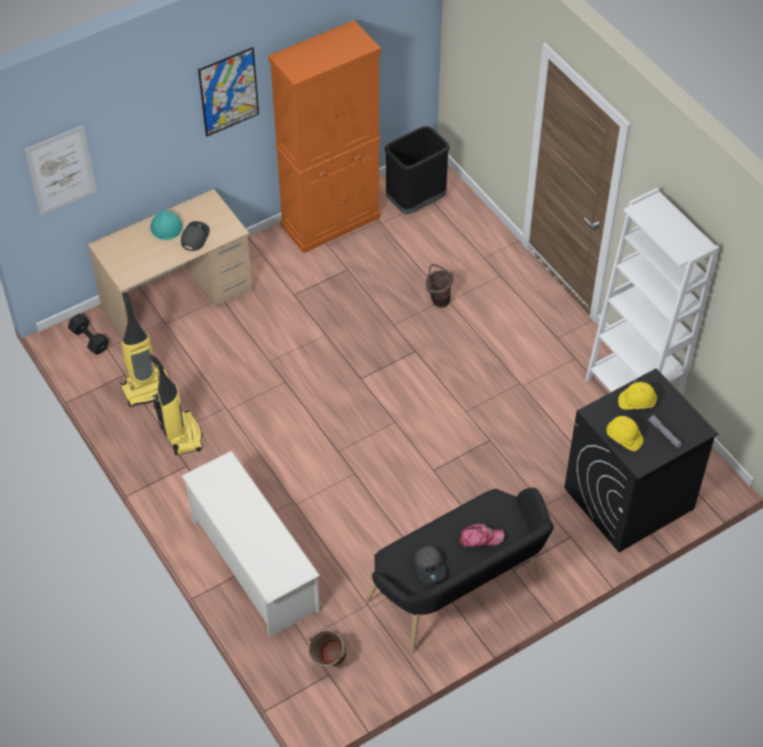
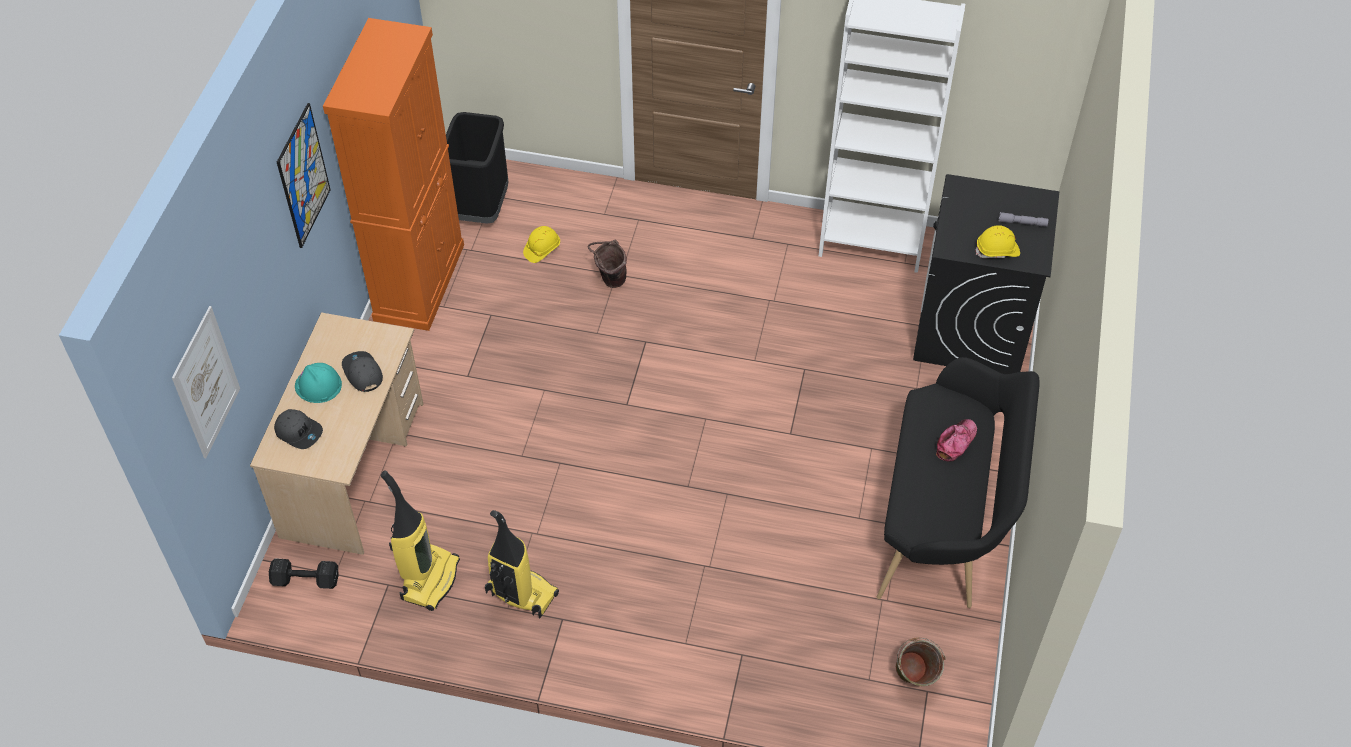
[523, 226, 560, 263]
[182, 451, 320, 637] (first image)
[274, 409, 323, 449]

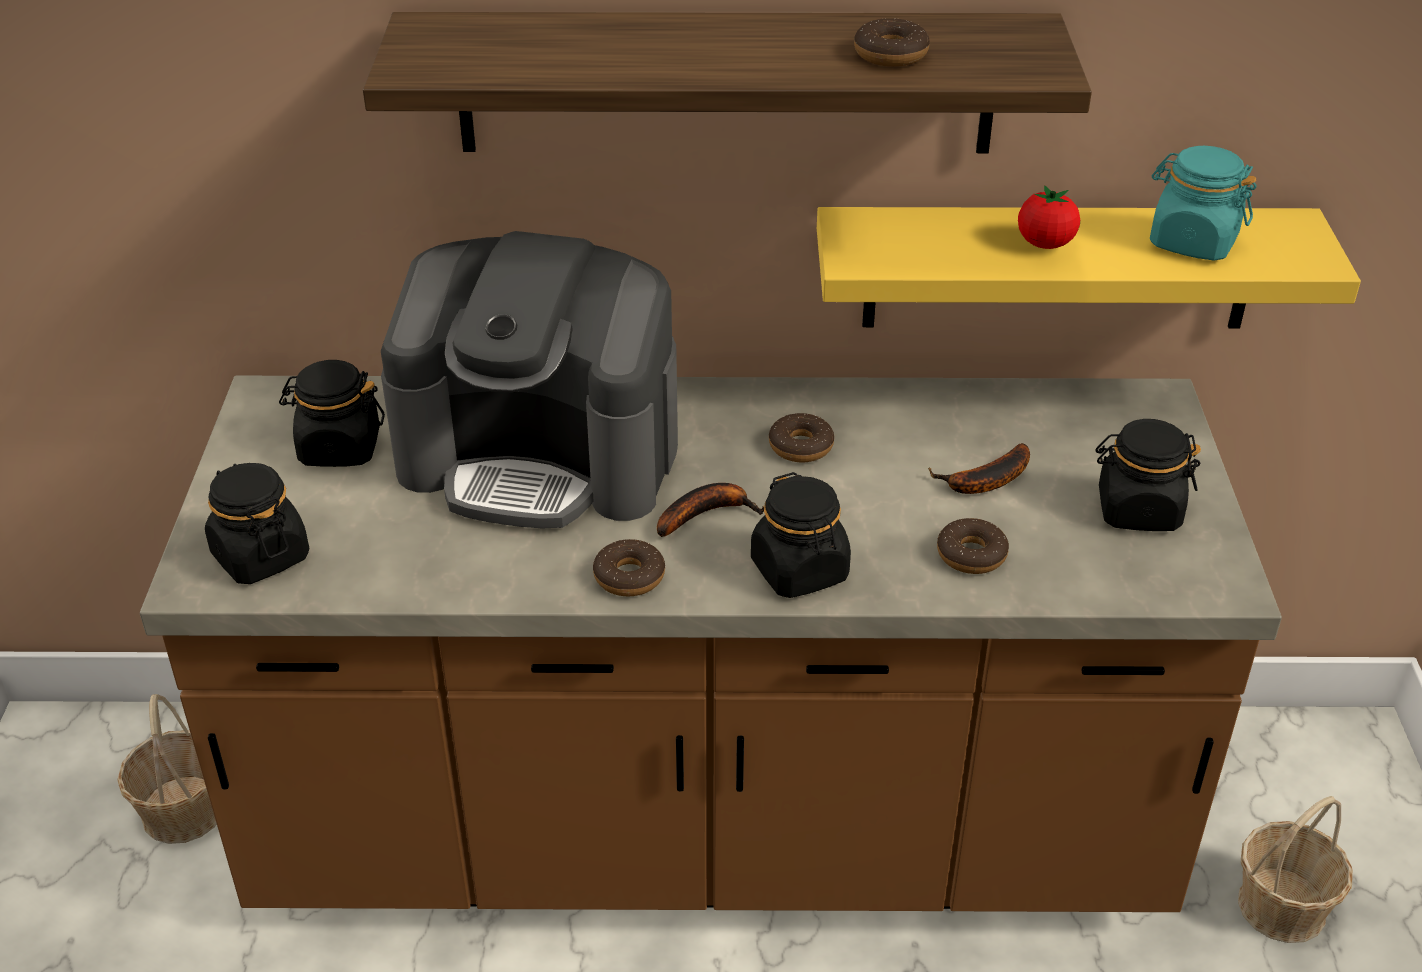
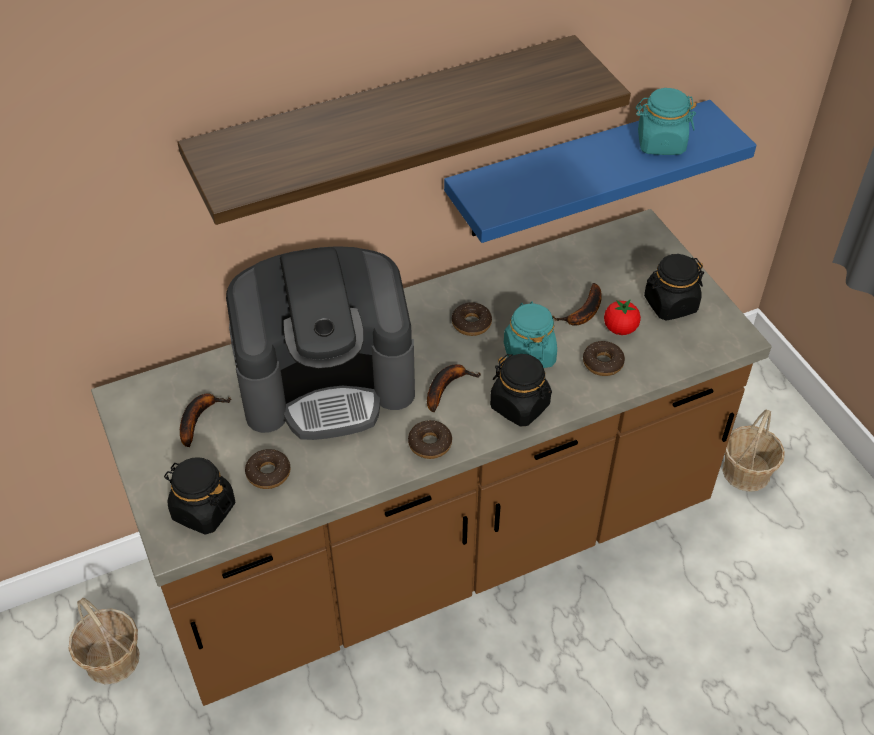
[245, 449, 291, 489]
[604, 299, 641, 335]
[444, 100, 757, 243]
[180, 393, 231, 447]
[504, 301, 557, 368]

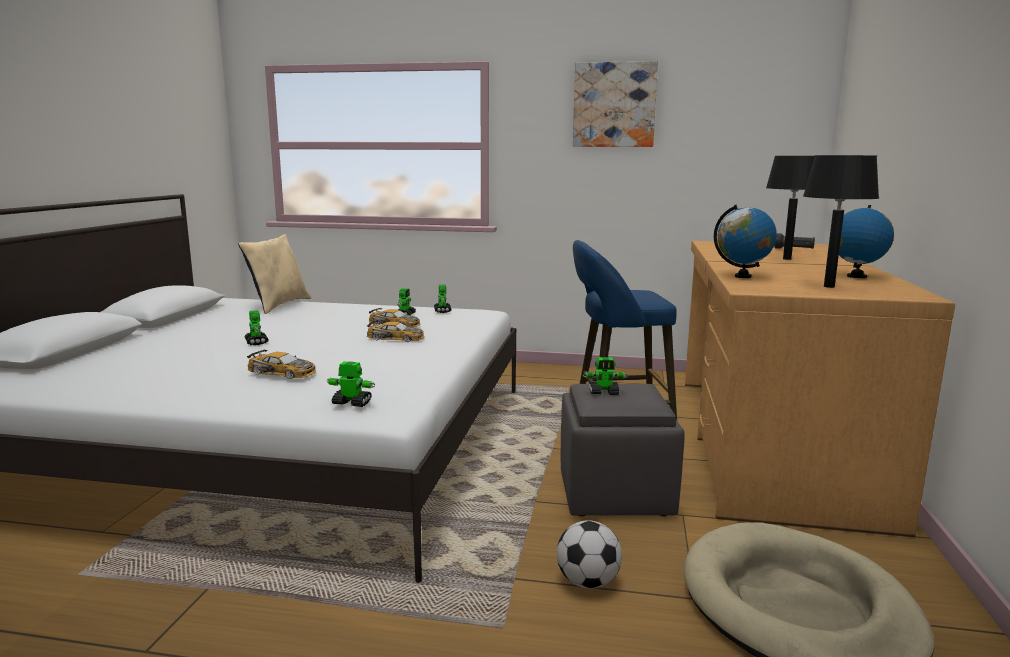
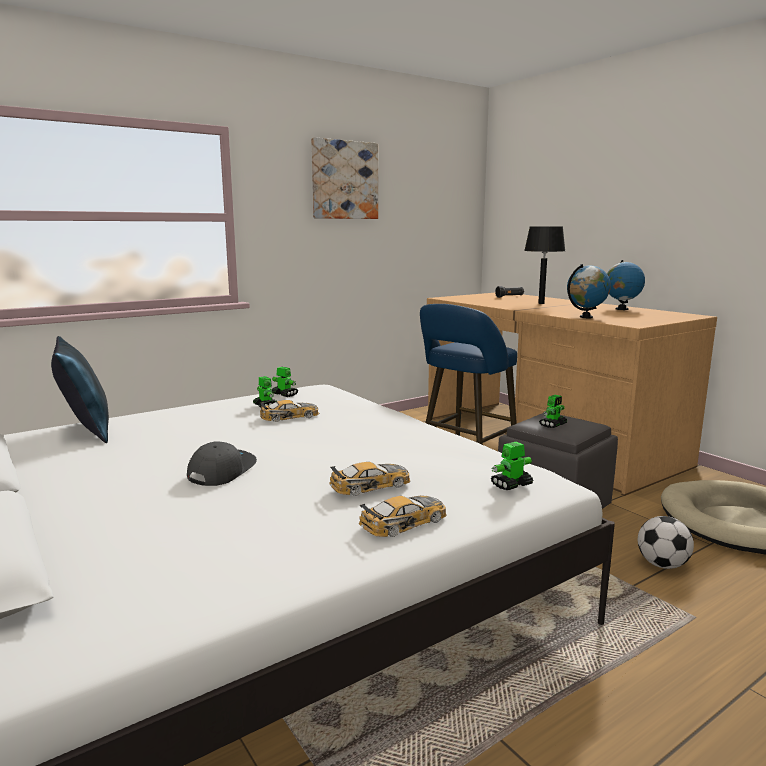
[803, 155, 879, 288] (first image)
[51, 336, 109, 443]
[187, 441, 257, 486]
[359, 496, 447, 537]

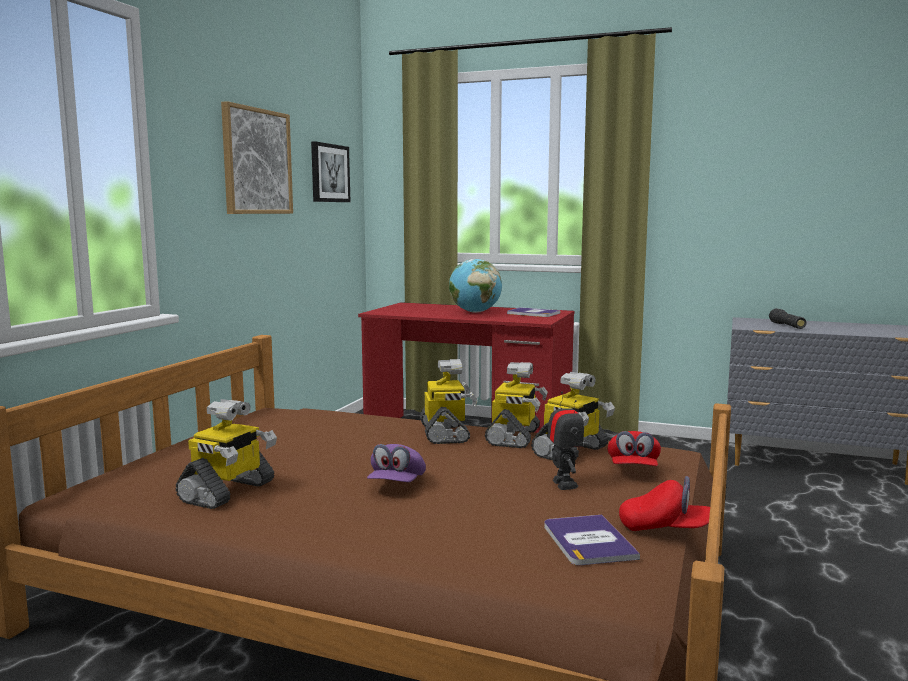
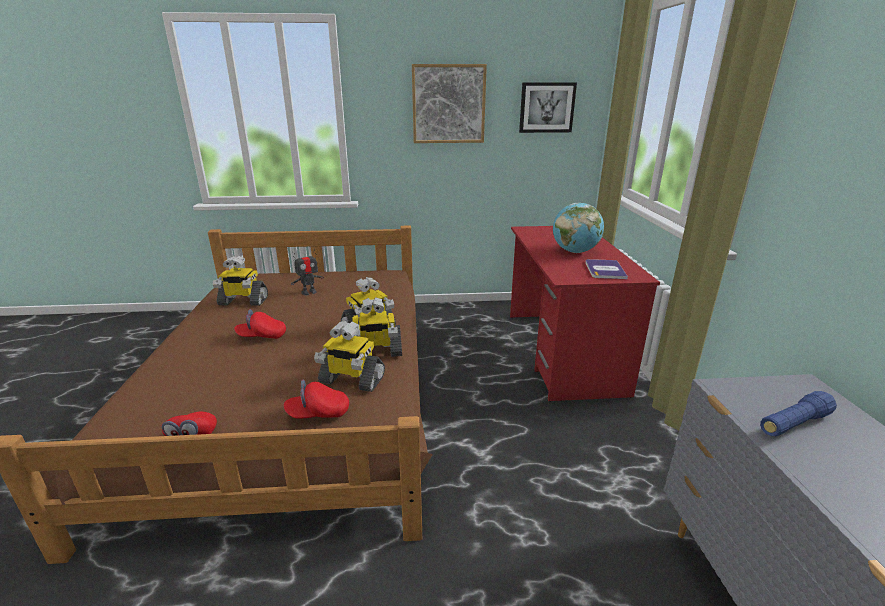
[760, 391, 837, 436]
[291, 251, 324, 295]
[234, 309, 286, 339]
[544, 514, 640, 565] (first image)

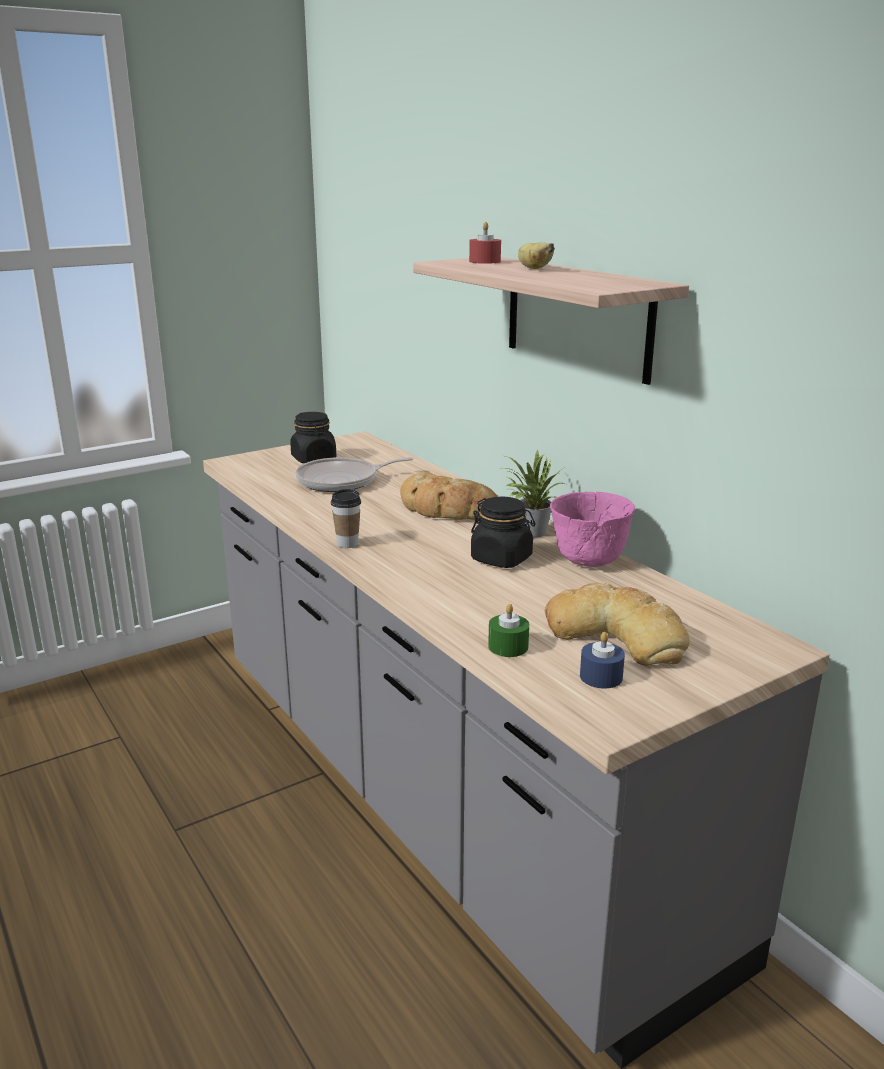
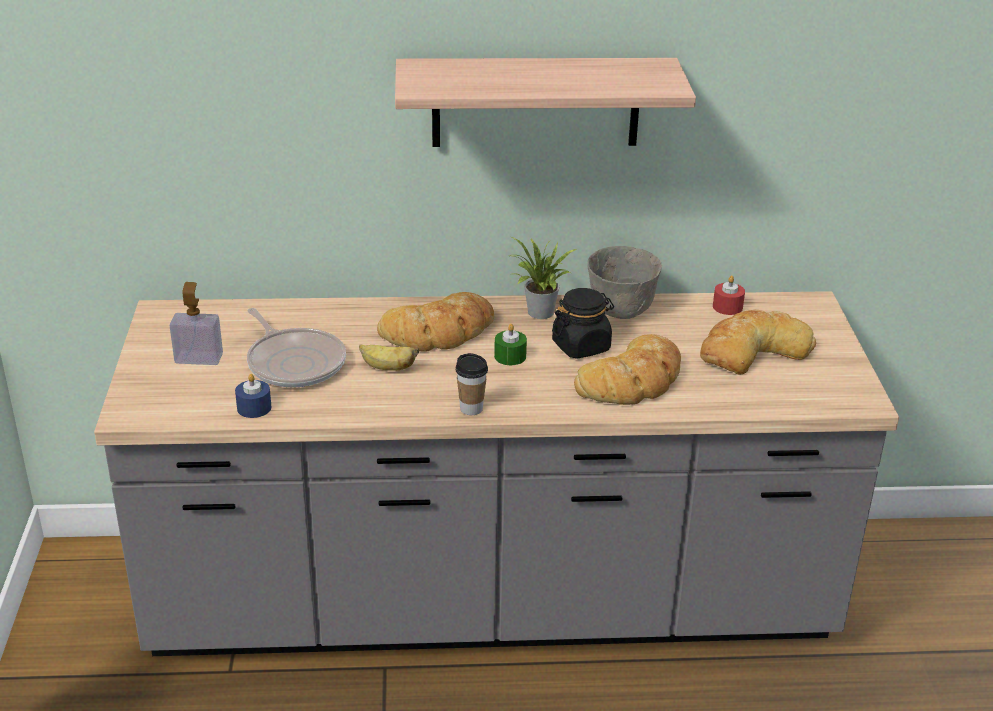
[713, 276, 745, 315]
[359, 344, 419, 371]
[170, 282, 223, 365]
[247, 308, 346, 388]
[587, 246, 662, 319]
[494, 324, 527, 365]
[235, 374, 271, 418]
[574, 334, 681, 405]

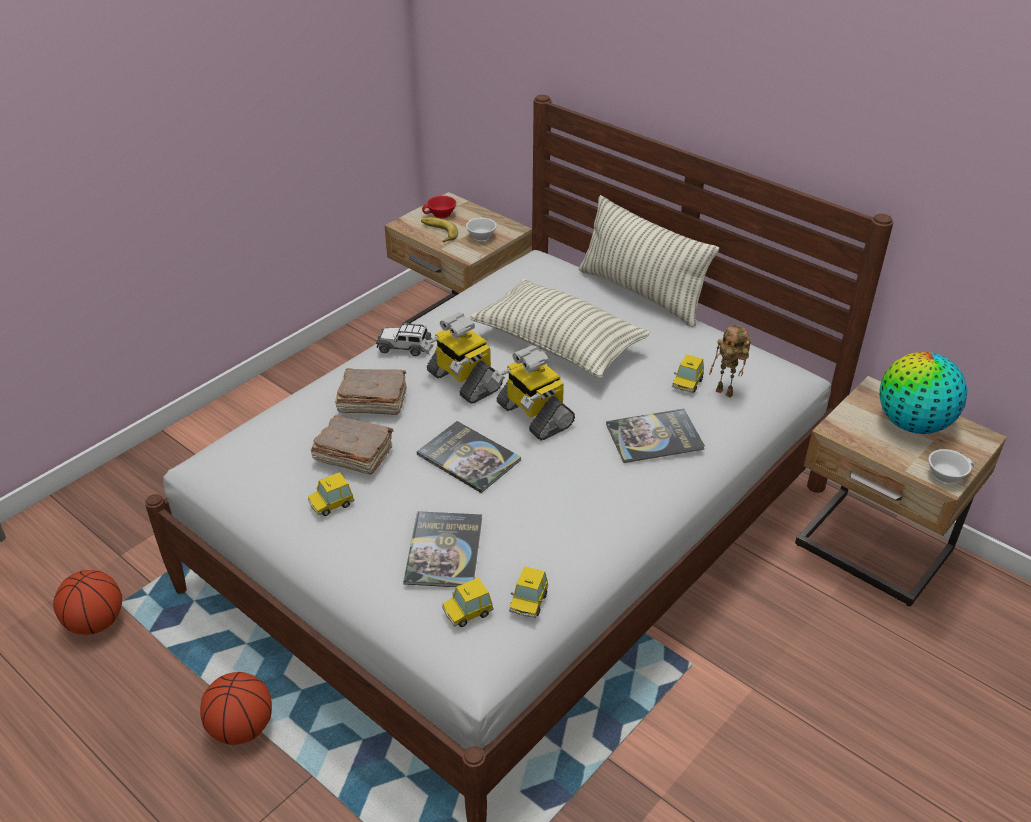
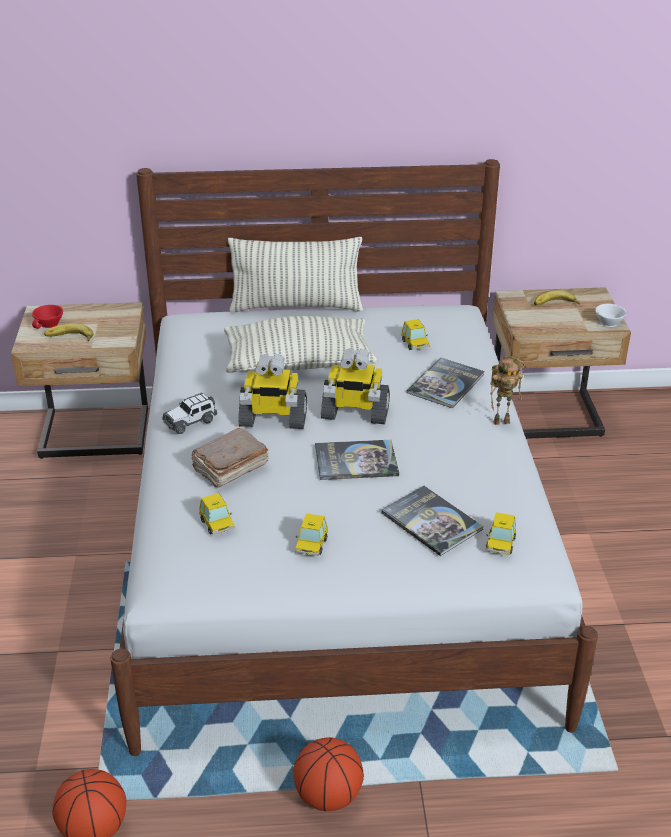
[466, 218, 497, 241] (first image)
[490, 356, 525, 425]
[534, 290, 580, 306]
[311, 415, 393, 474] (first image)
[199, 493, 235, 535]

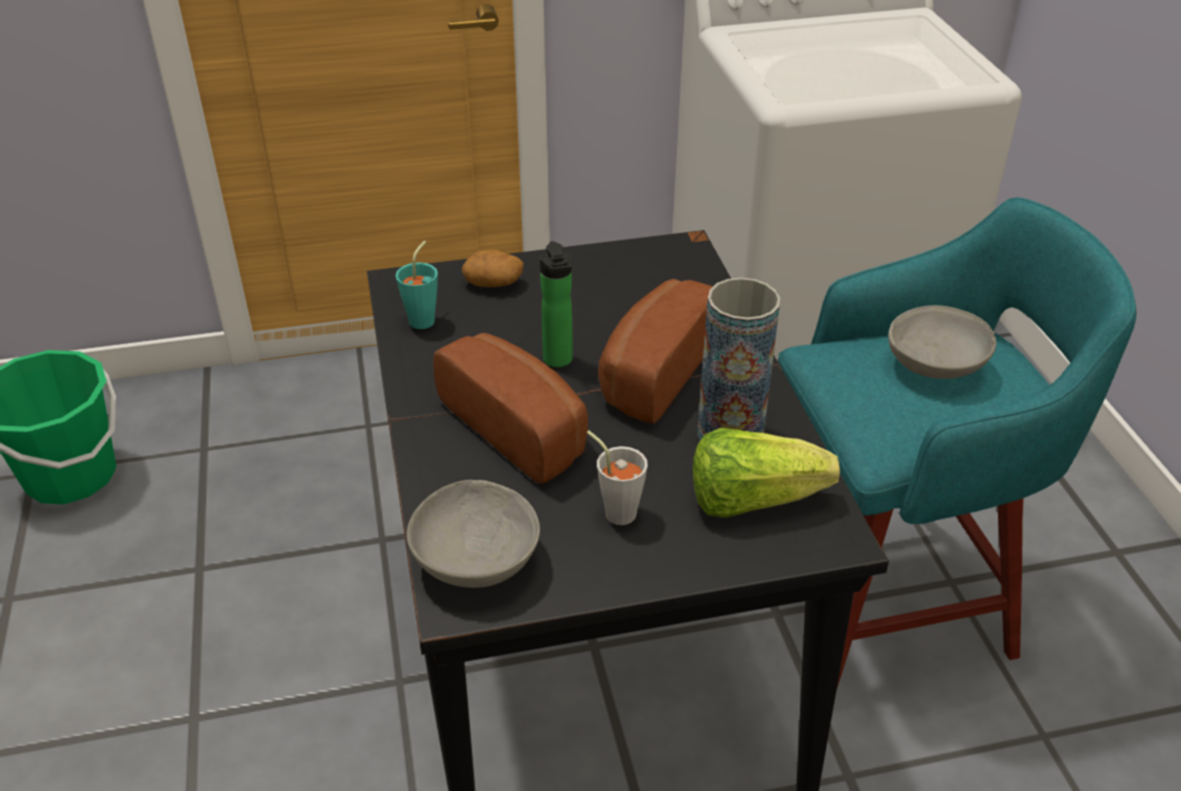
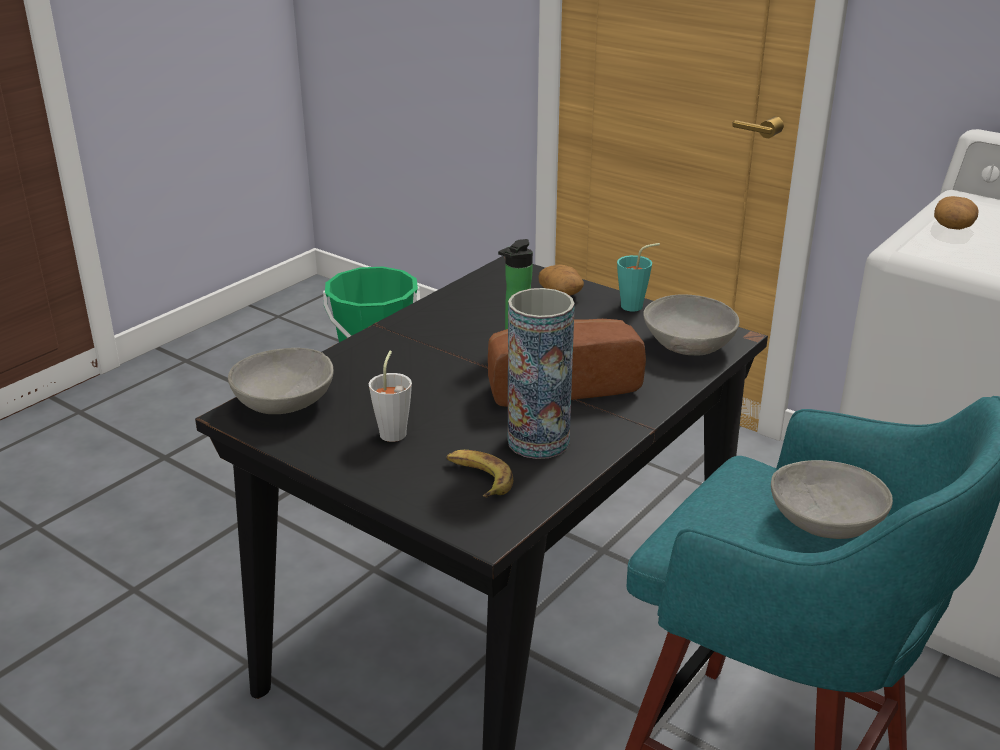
[617, 243, 660, 312]
[433, 333, 588, 484] (first image)
[446, 450, 513, 497]
[934, 196, 979, 230]
[643, 294, 739, 355]

